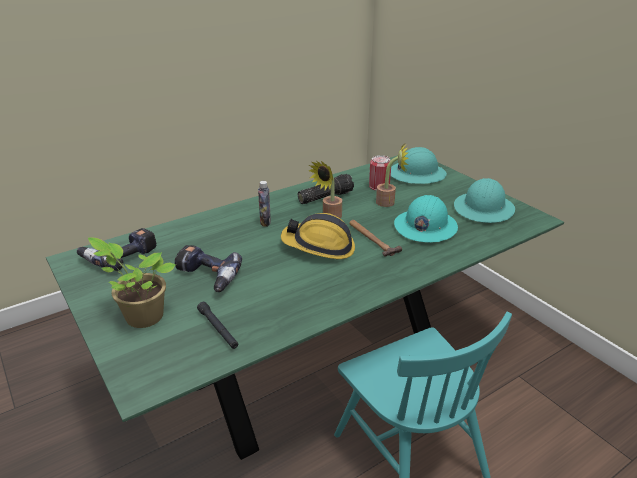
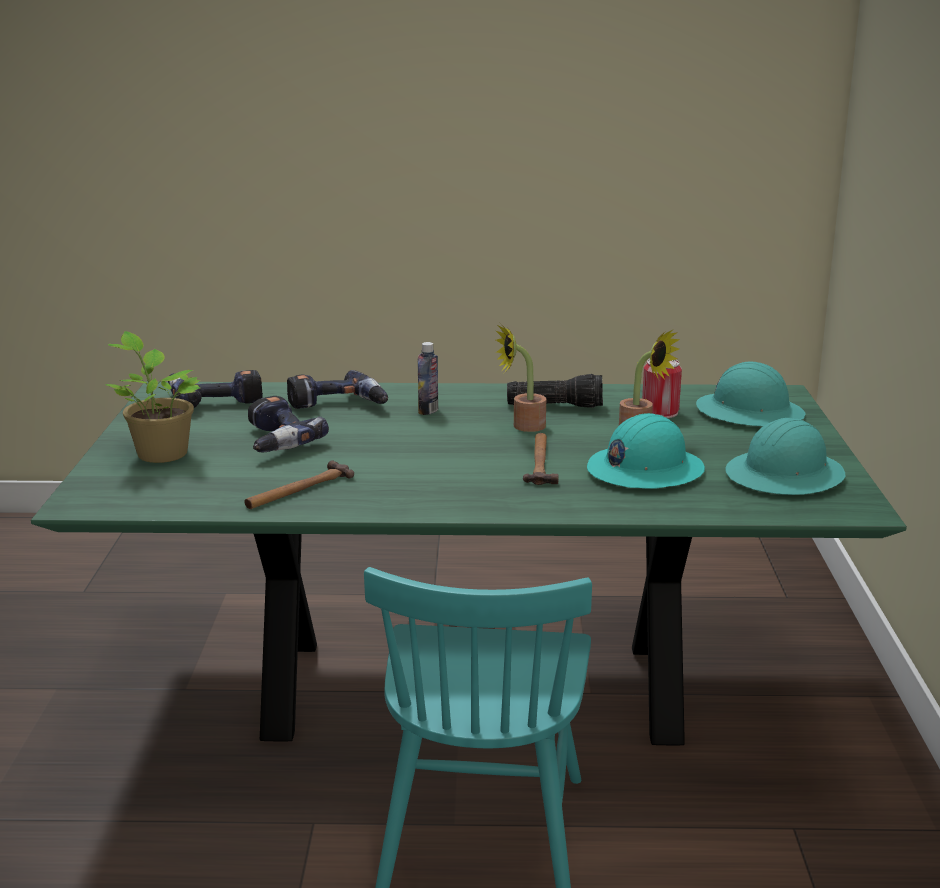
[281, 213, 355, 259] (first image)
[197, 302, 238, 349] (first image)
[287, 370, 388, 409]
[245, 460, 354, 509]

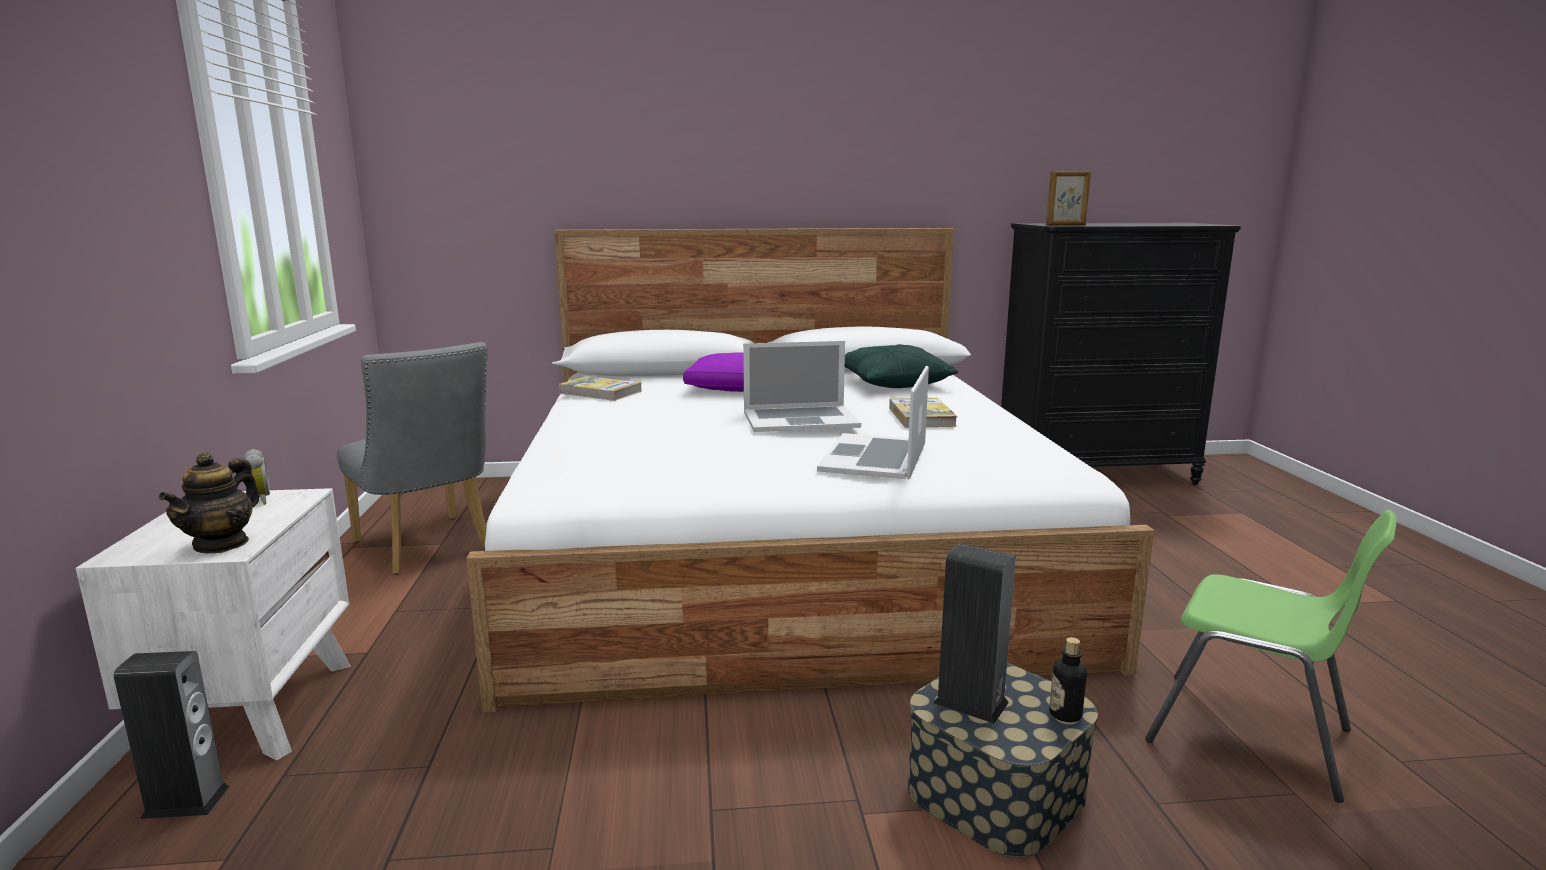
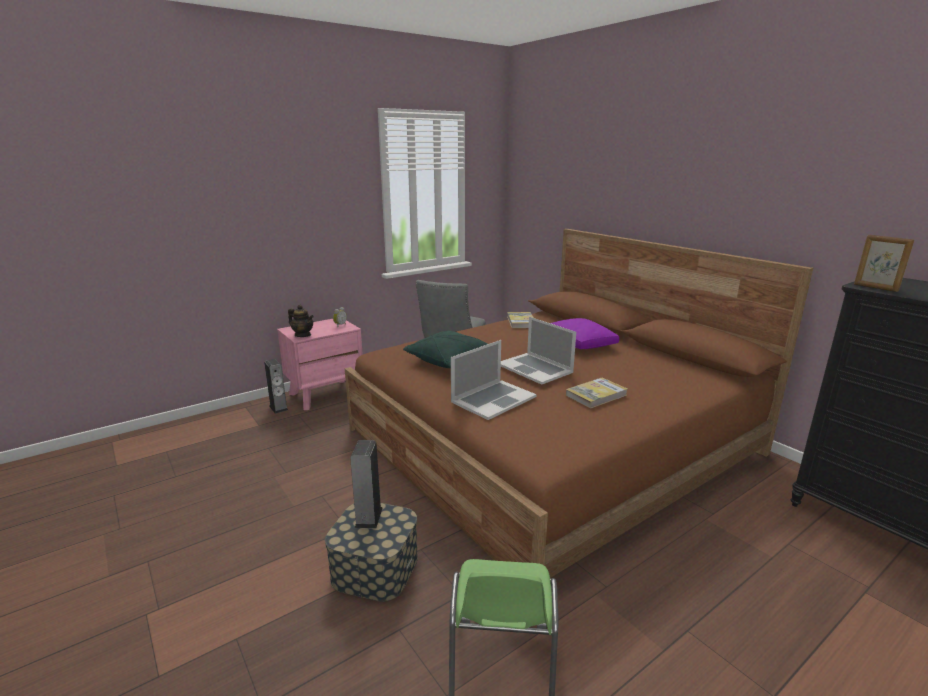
[345, 229, 813, 578]
[403, 331, 488, 368]
[451, 340, 537, 420]
[288, 305, 314, 337]
[277, 319, 363, 410]
[1049, 637, 1087, 722] (first image)

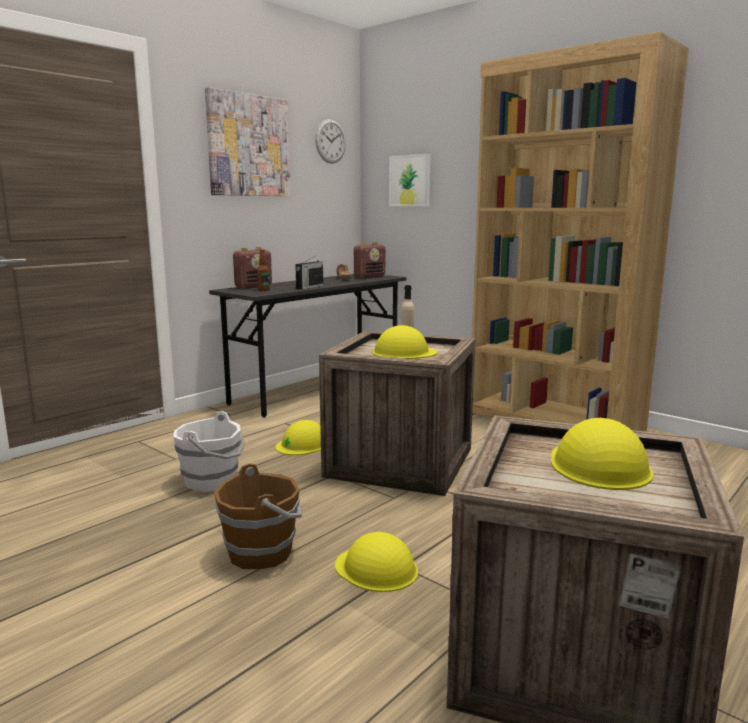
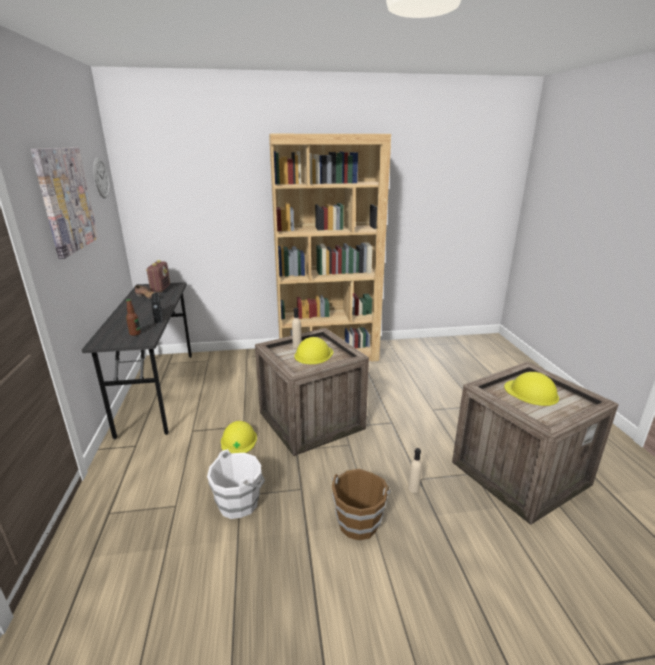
[389, 154, 431, 206] (first image)
[233, 247, 272, 289] (first image)
[408, 448, 422, 493]

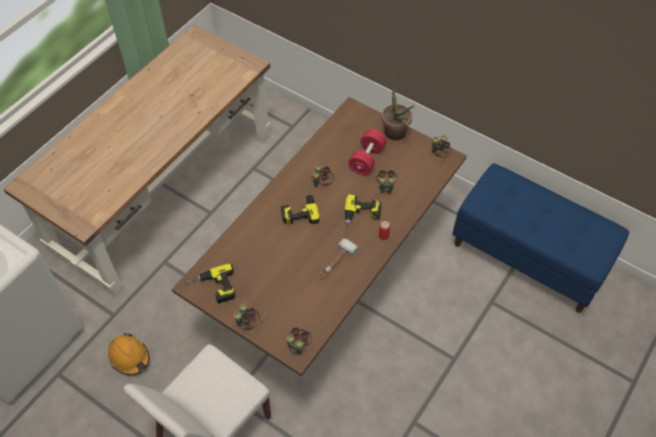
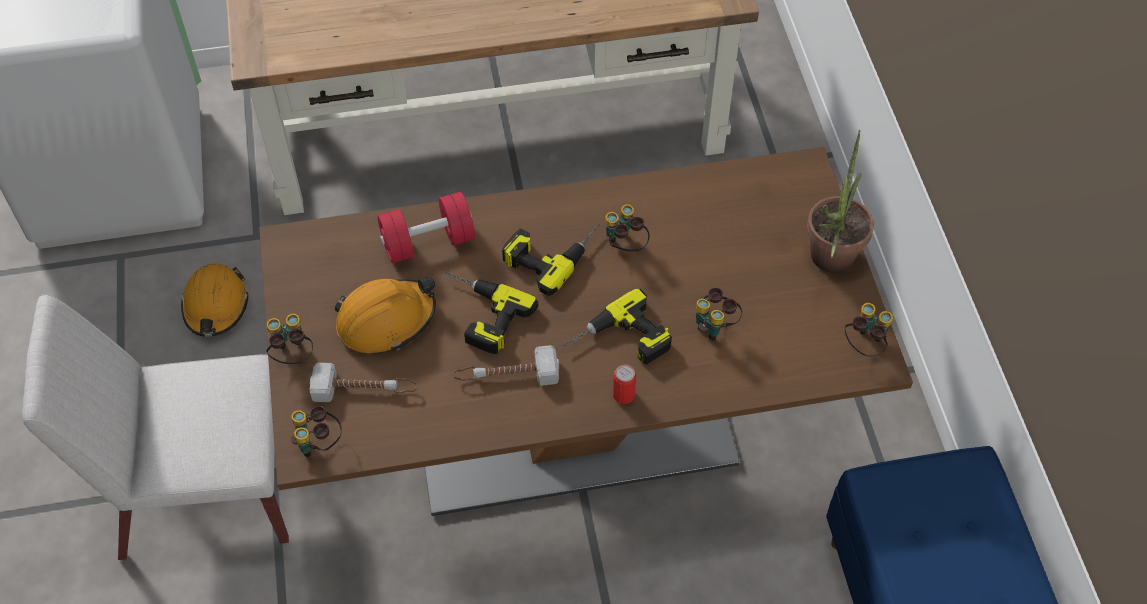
[377, 192, 475, 263]
[445, 272, 538, 354]
[335, 277, 436, 353]
[309, 362, 417, 402]

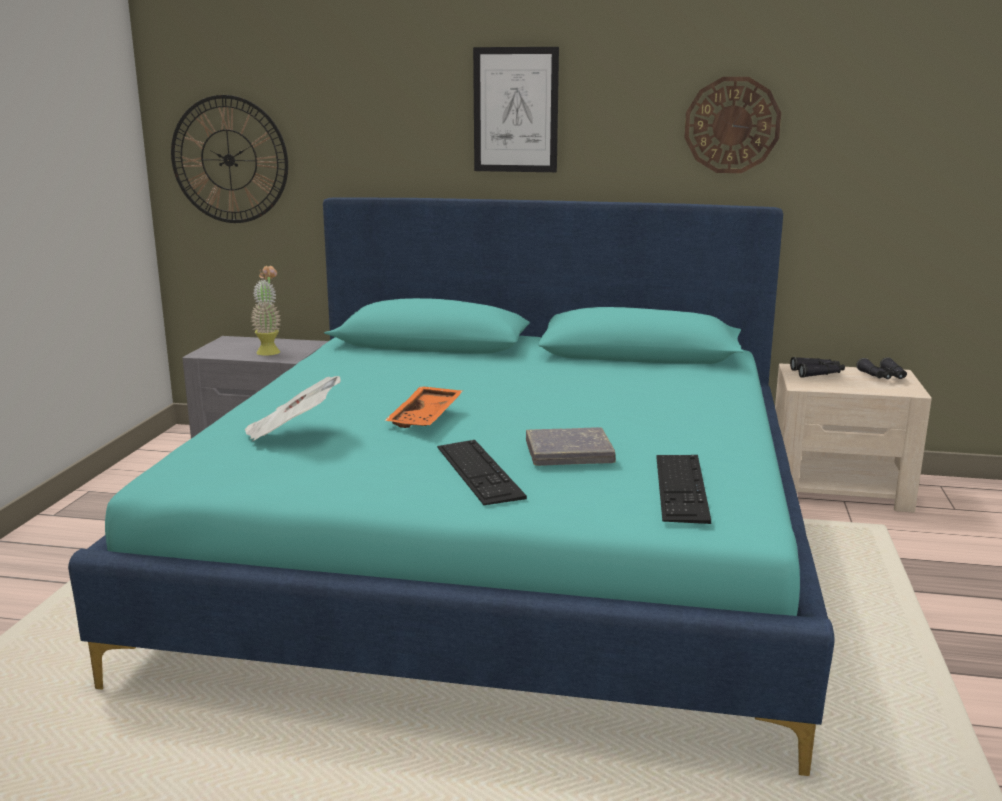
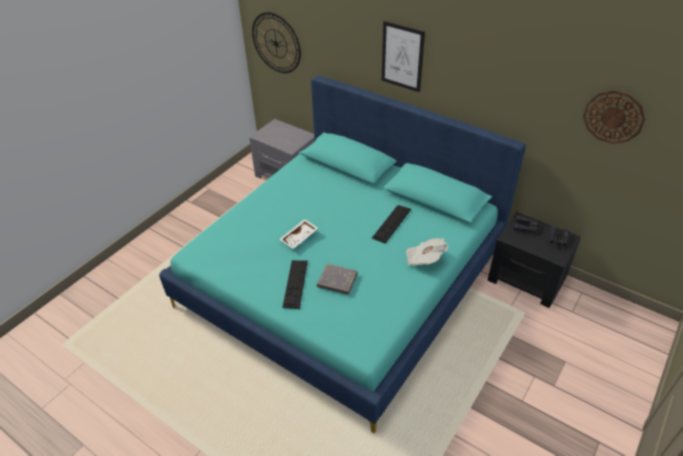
[583, 90, 646, 144]
[250, 266, 281, 355] (first image)
[488, 212, 581, 308]
[406, 238, 448, 265]
[279, 219, 318, 249]
[372, 205, 411, 244]

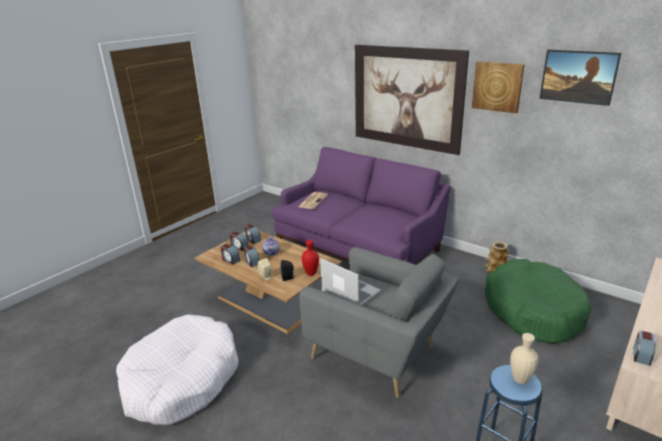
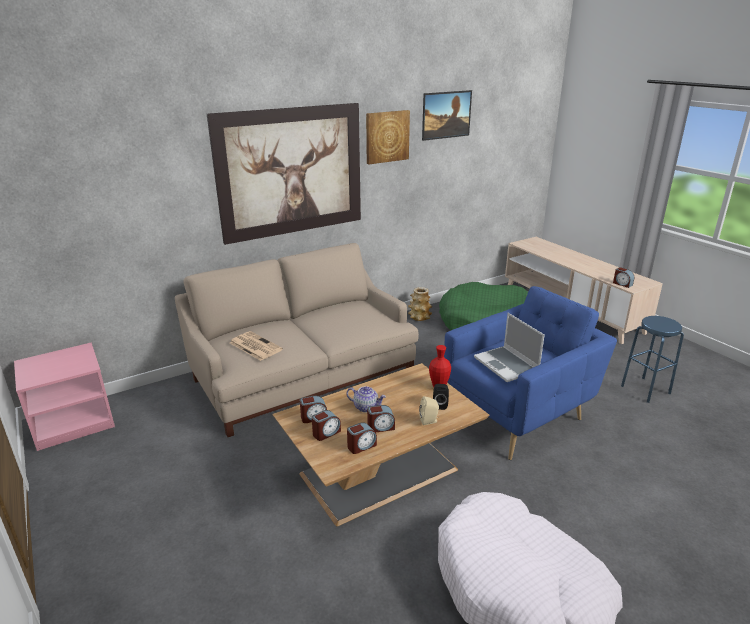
[175, 243, 419, 437]
[444, 286, 617, 460]
[474, 313, 545, 382]
[510, 333, 539, 384] (first image)
[14, 342, 115, 451]

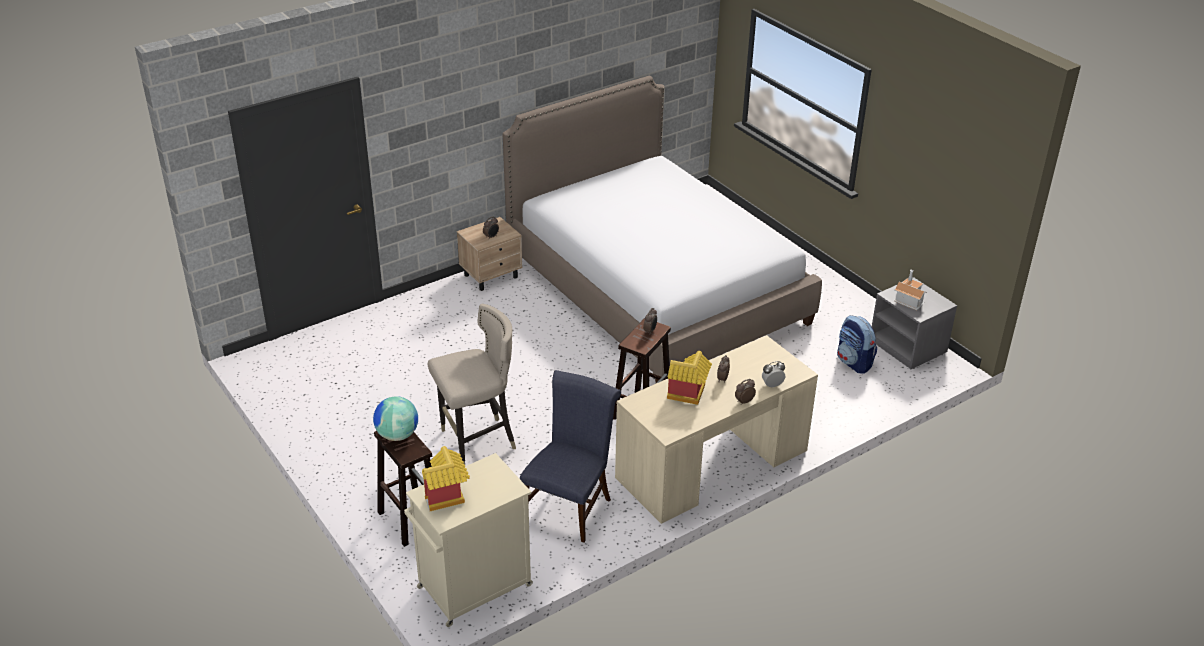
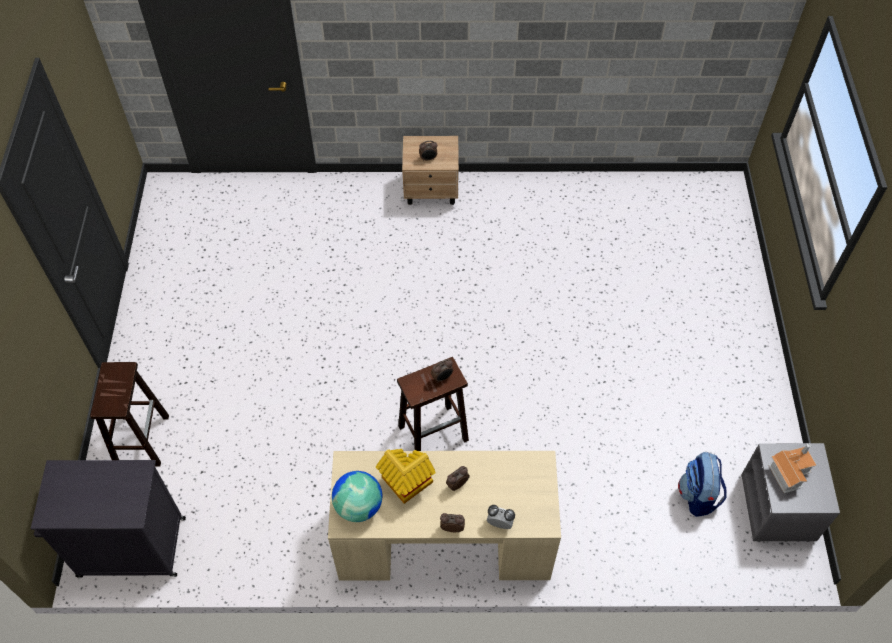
[503, 76, 822, 383] (first image)
[428, 304, 516, 464] (first image)
[520, 370, 621, 543] (first image)
[332, 471, 382, 522]
[422, 446, 470, 511] (first image)
[30, 460, 186, 578]

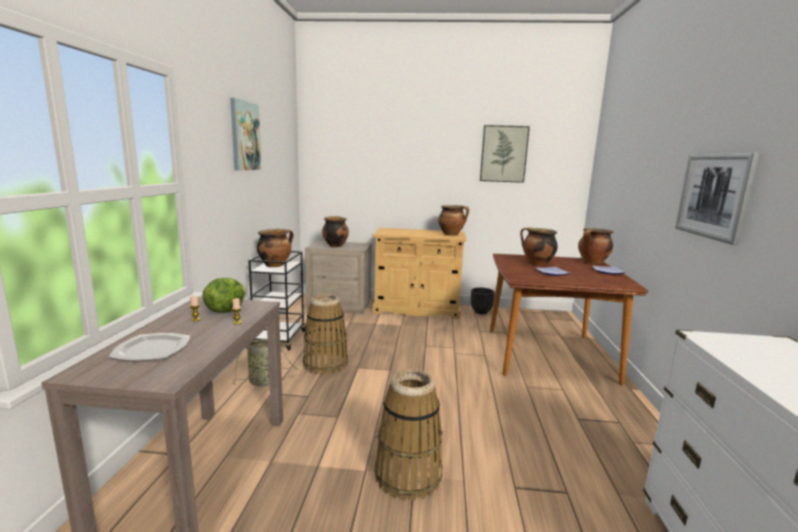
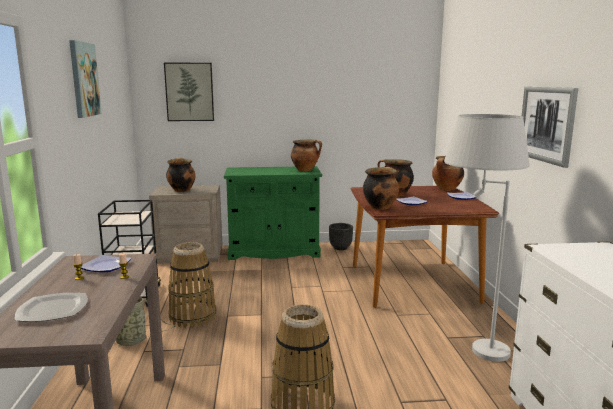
[164, 63, 214, 121]
[224, 166, 322, 260]
[363, 167, 399, 210]
[80, 255, 132, 272]
[444, 114, 530, 362]

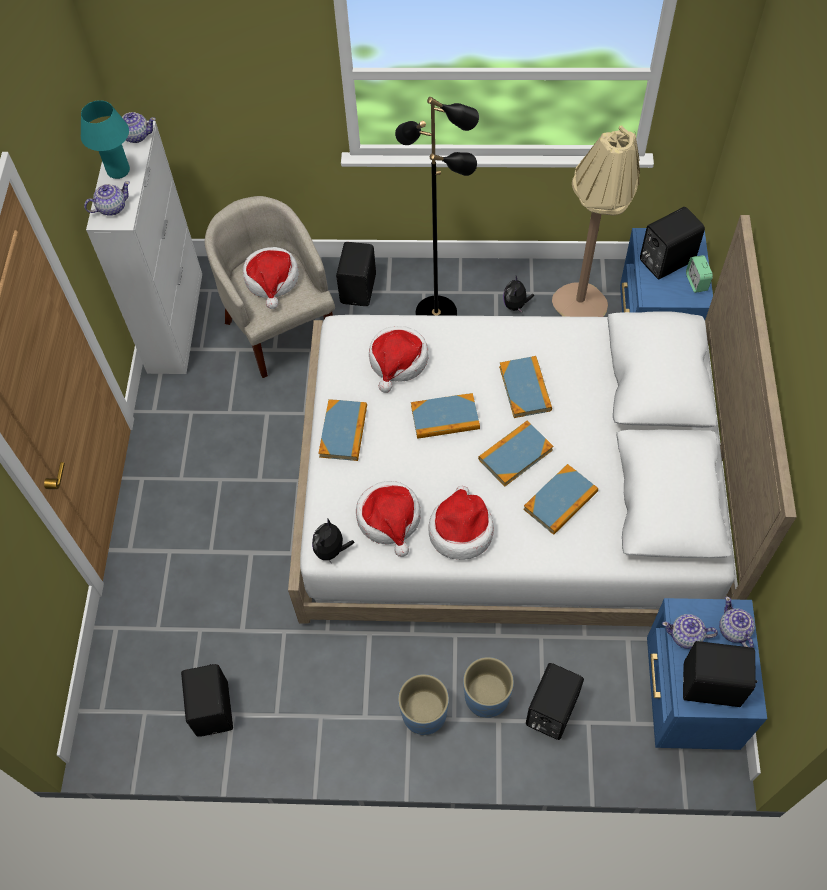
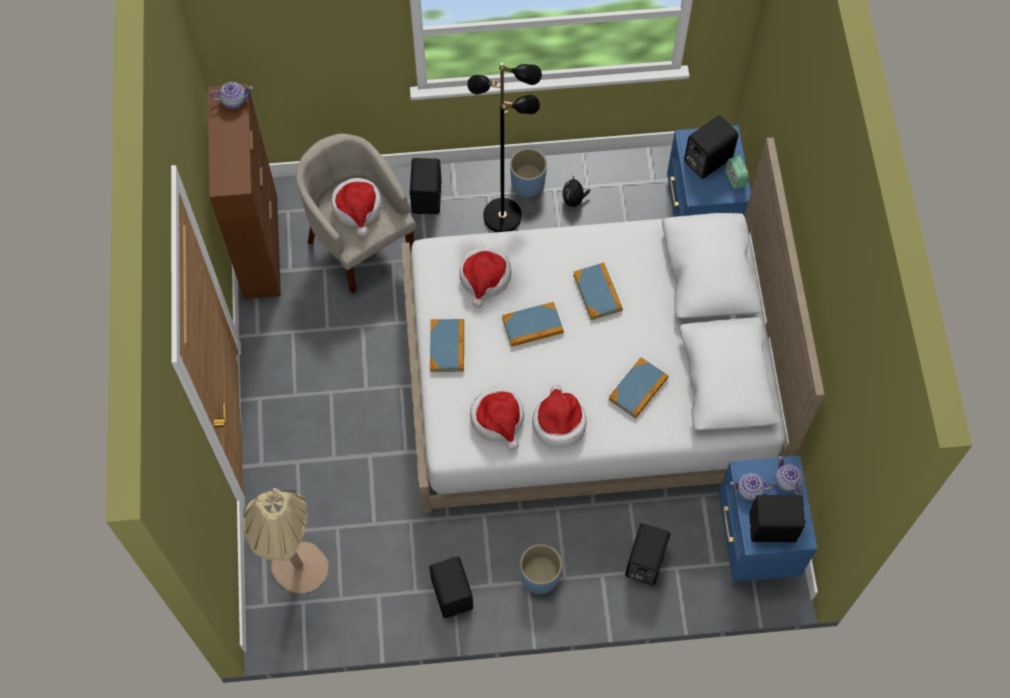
[81, 100, 130, 179] (first image)
[208, 84, 281, 299]
[243, 488, 329, 594]
[84, 181, 130, 216] (first image)
[478, 421, 554, 487] (first image)
[312, 518, 354, 565] (first image)
[510, 148, 547, 197]
[429, 556, 473, 618]

